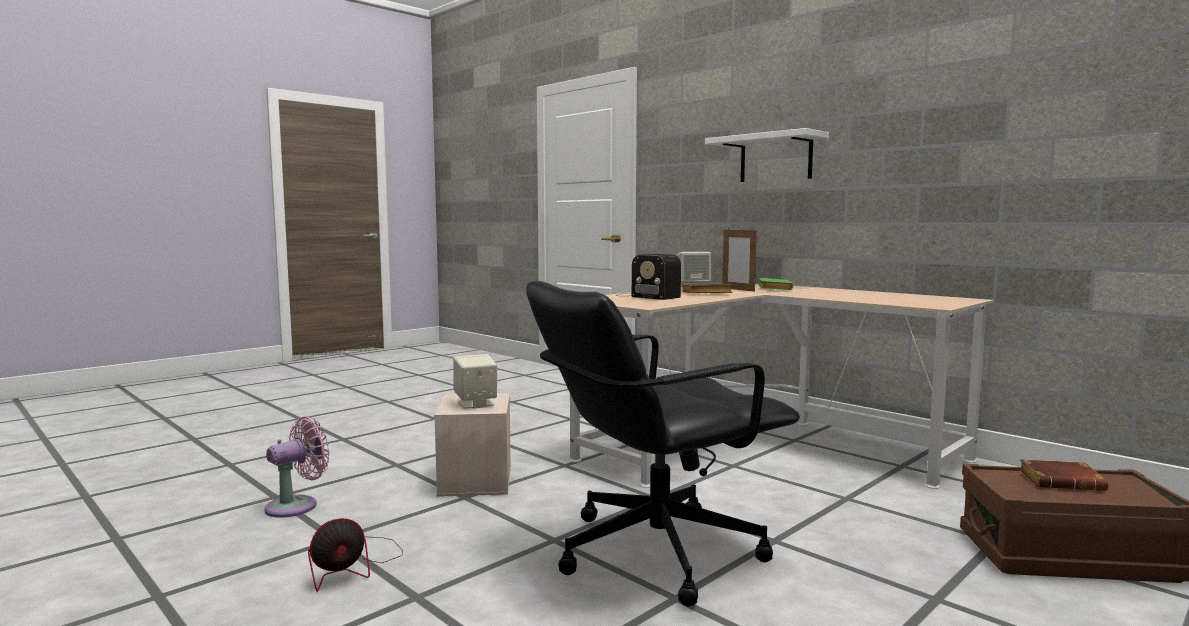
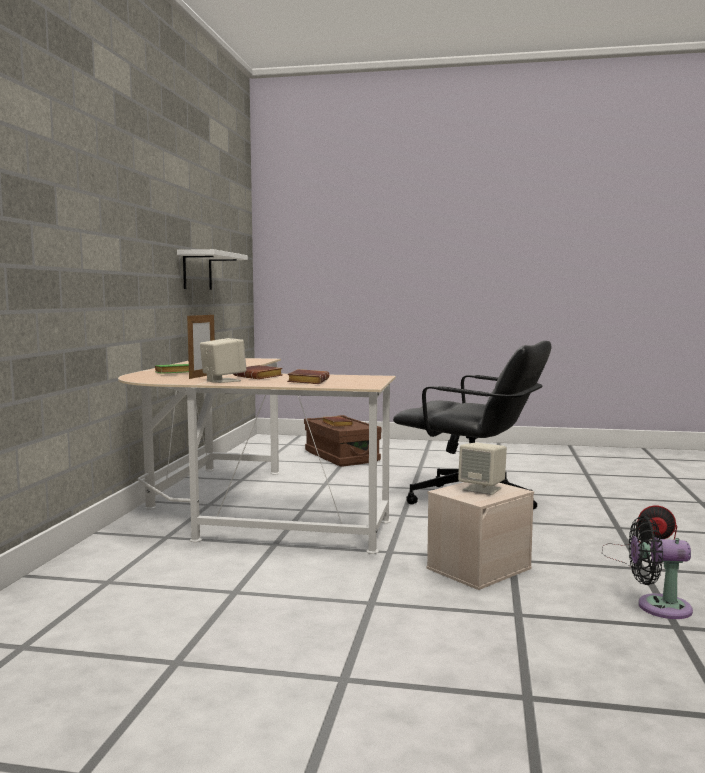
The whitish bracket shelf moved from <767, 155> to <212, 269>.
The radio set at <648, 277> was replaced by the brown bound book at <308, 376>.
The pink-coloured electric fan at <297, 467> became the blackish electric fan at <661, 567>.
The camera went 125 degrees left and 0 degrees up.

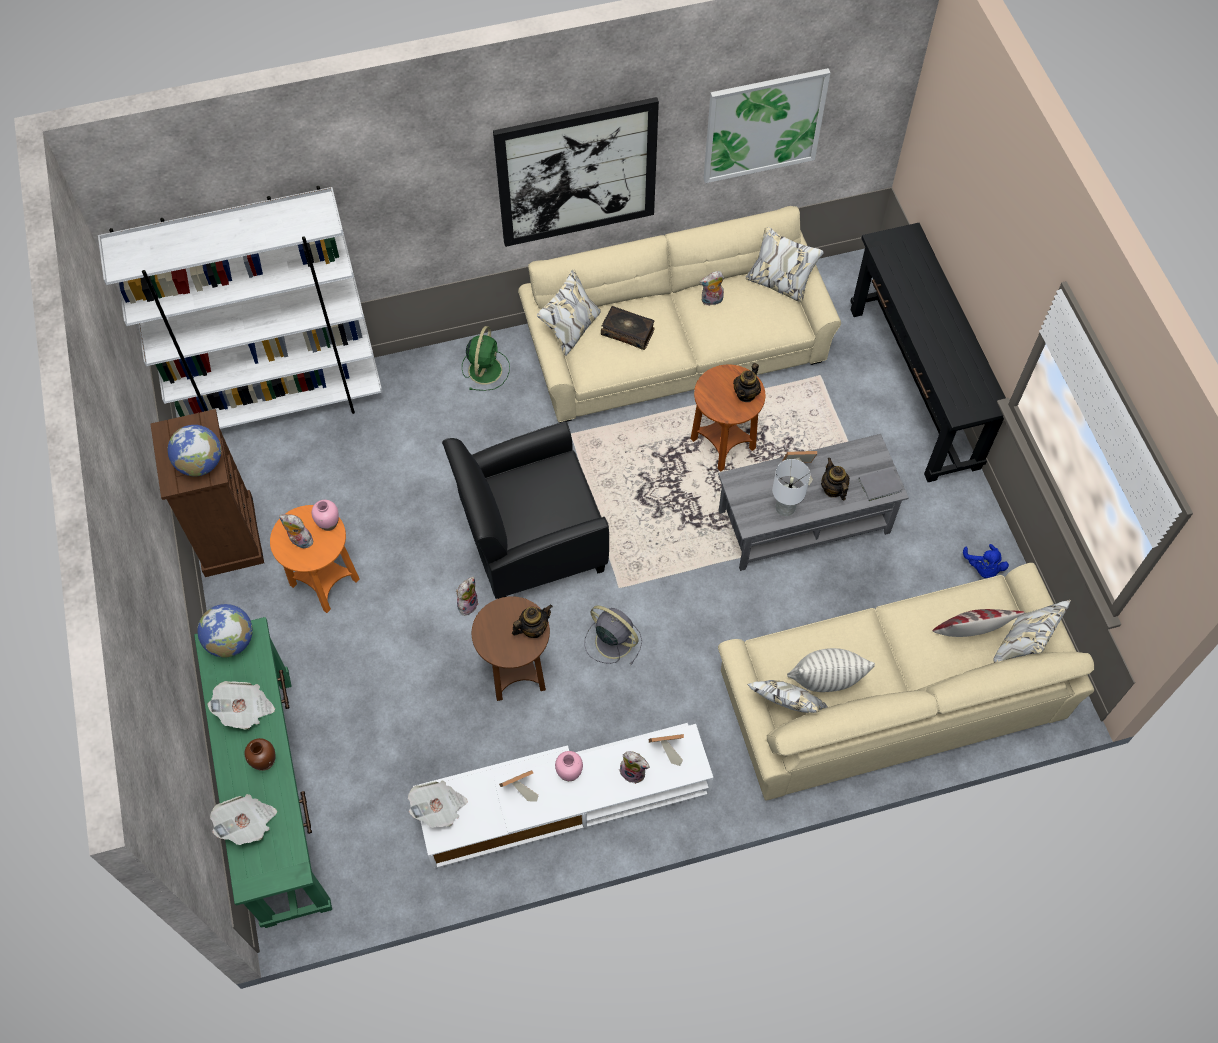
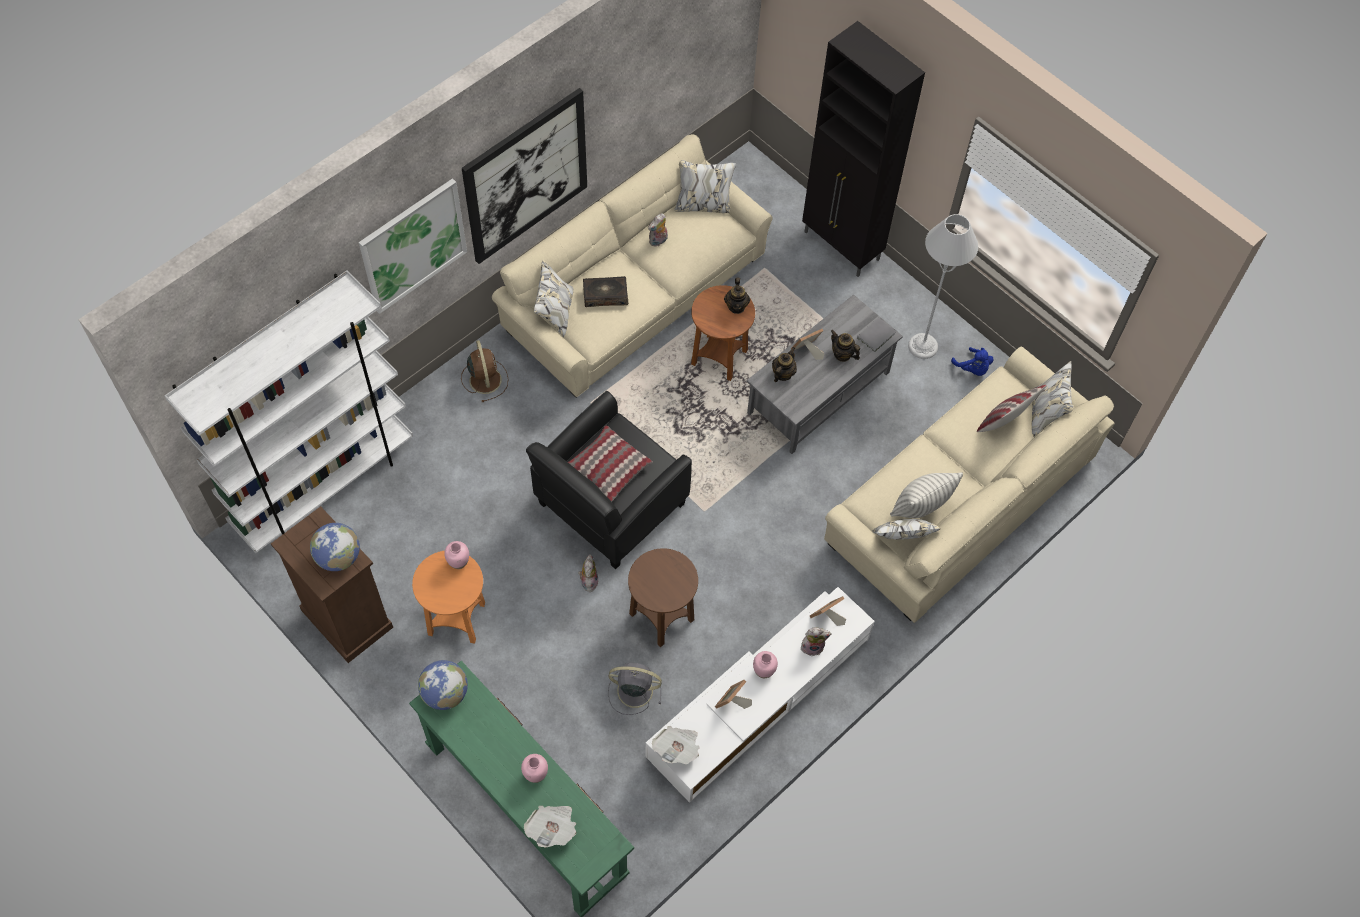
The daily paper at <241, 705> disappeared.
The soft toy at <296, 531> disappeared.
The whitish tabletop lamp at <791, 487> disappeared.
The throw pillow at <610, 463> appeared.
The gray standard lamp at <943, 286> appeared.
The teapot moved from <532, 621> to <784, 364>.
The gray electric fan moved from <613, 635> to <635, 689>.
The picture moved from <767, 125> to <413, 246>.
The blackish narrow table at <928, 352> was replaced by the blackish storage cabinet at <863, 149>.
The brown vase at <260, 754> became the pink-coloured vase at <534, 768>.
The greenish electric fan at <486, 358> became the brown electric fan at <484, 371>.
The camera went 30 degrees left and 0 degrees up.

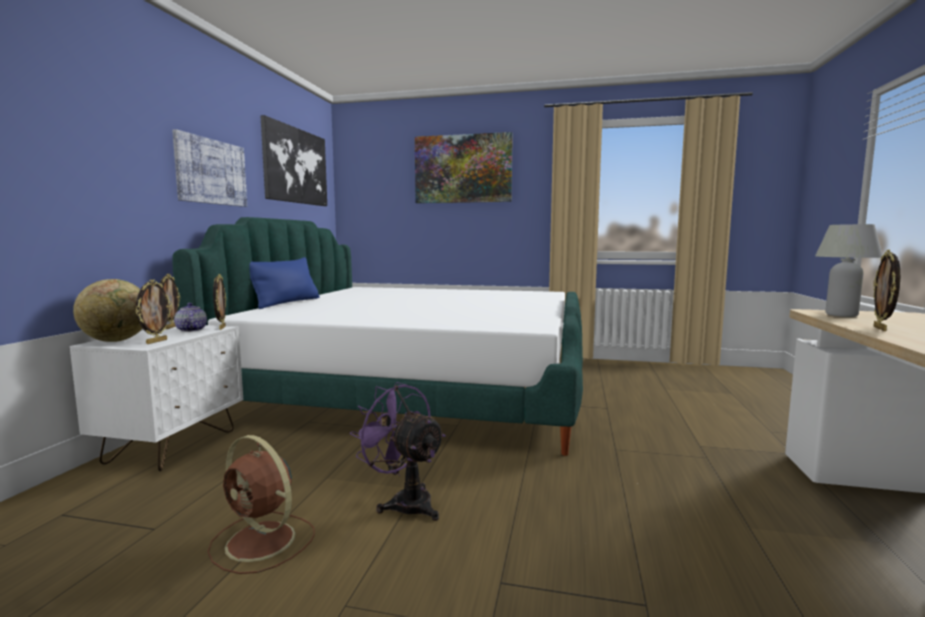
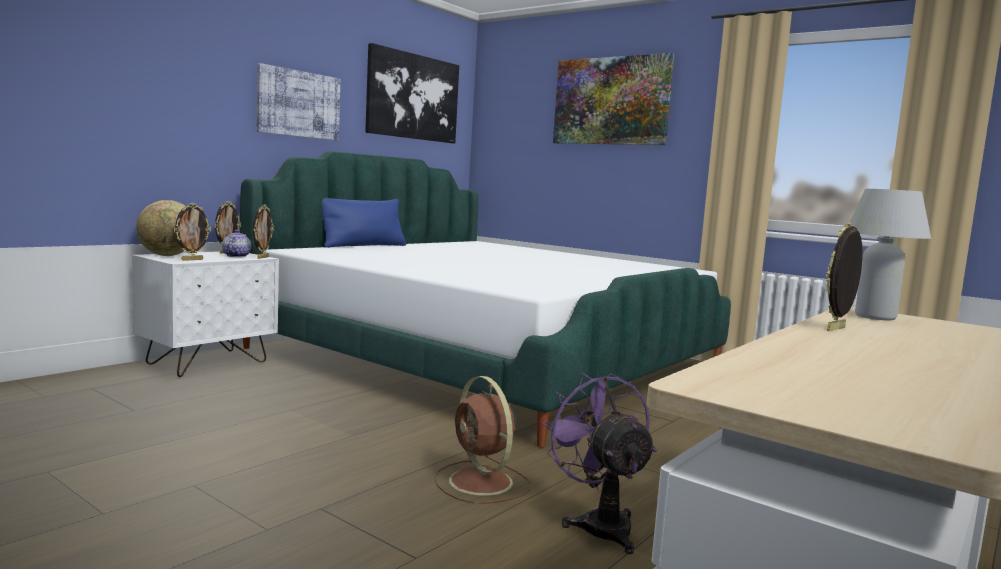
The brown electric fan moved from <261, 504> to <483, 440>.
The purple electric fan moved from <398, 451> to <599, 463>.
The camera went 25 degrees right and 0 degrees up.

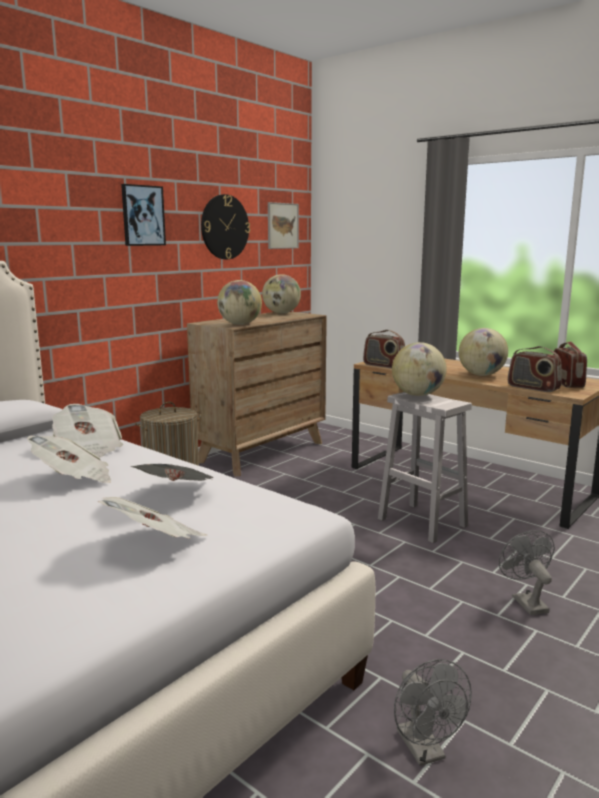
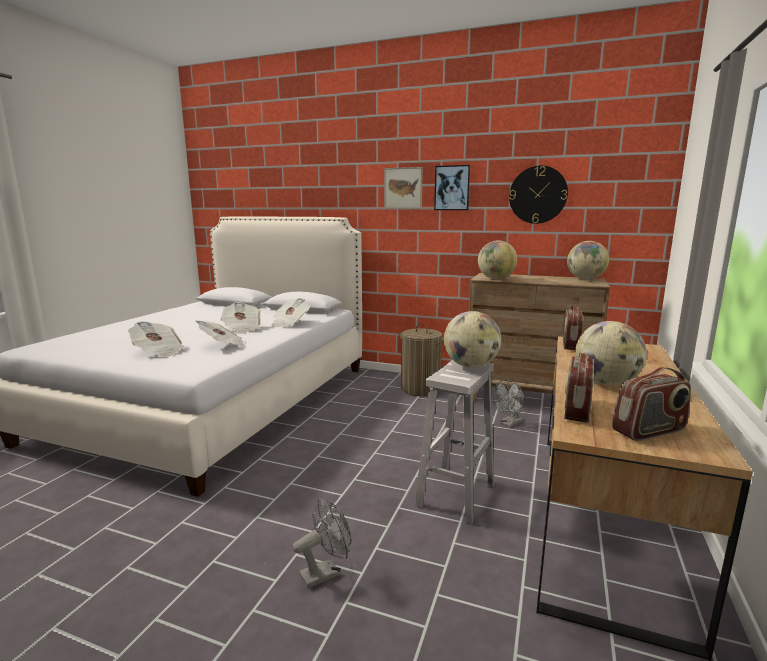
The picture moved from <283, 225> to <403, 188>.
The gray electric fan moved from <433, 712> to <508, 403>.
The camera went 70 degrees right and 0 degrees up.

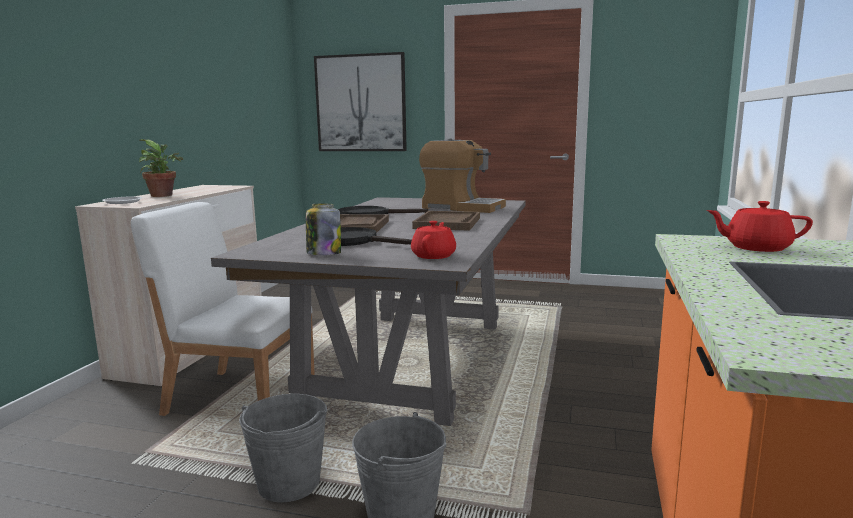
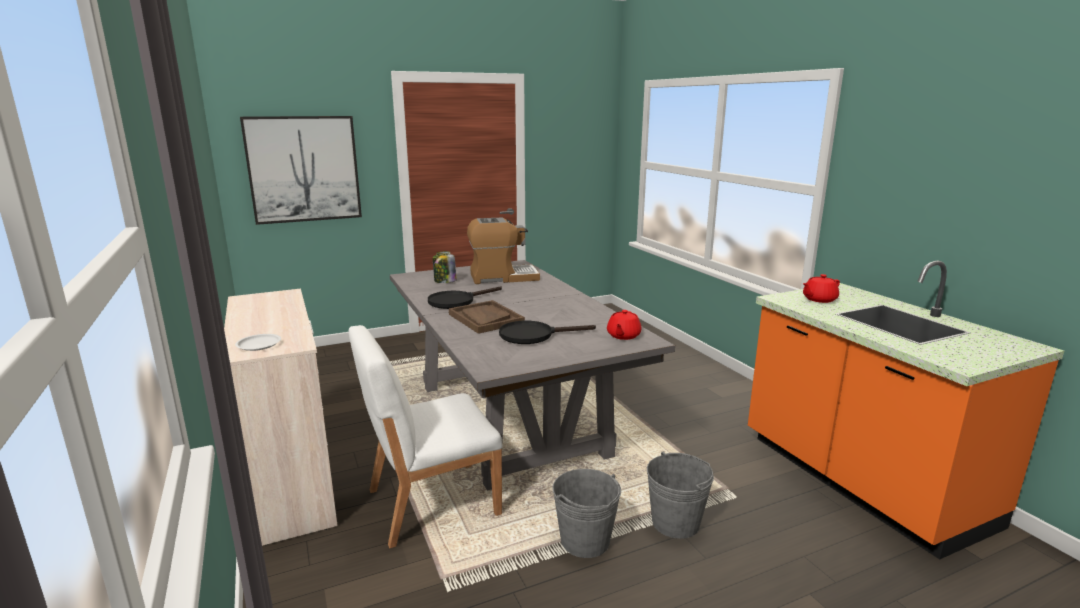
The plant in a pot at <161, 168> disappeared.
The brown tray at <446, 221> disappeared.
The preserve jar moved from <323, 229> to <445, 267>.
The reddish teapot at <433, 240> turned 135 degrees counterclockwise.
The camera went 40 degrees left and 5 degrees up.

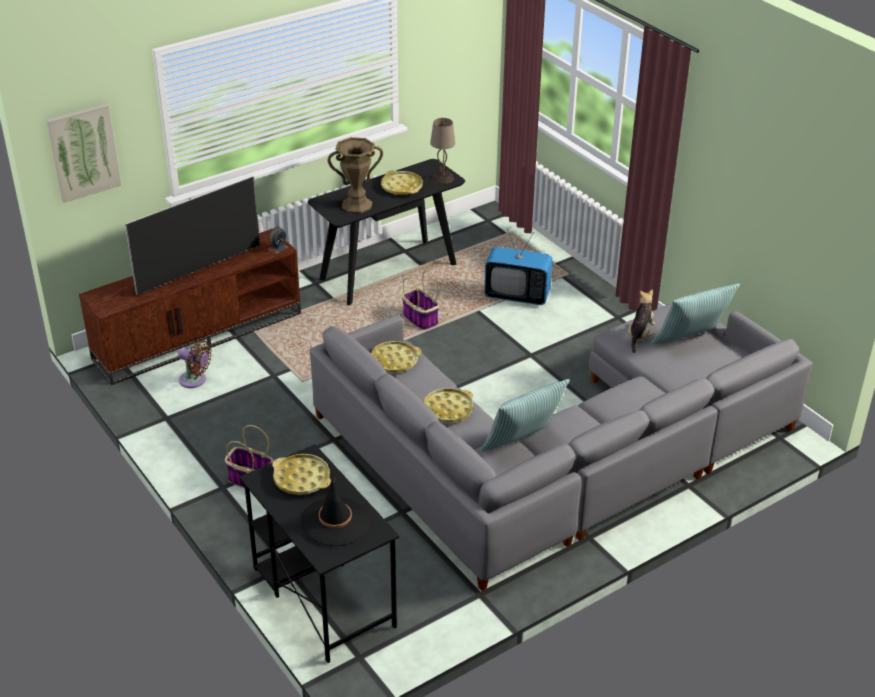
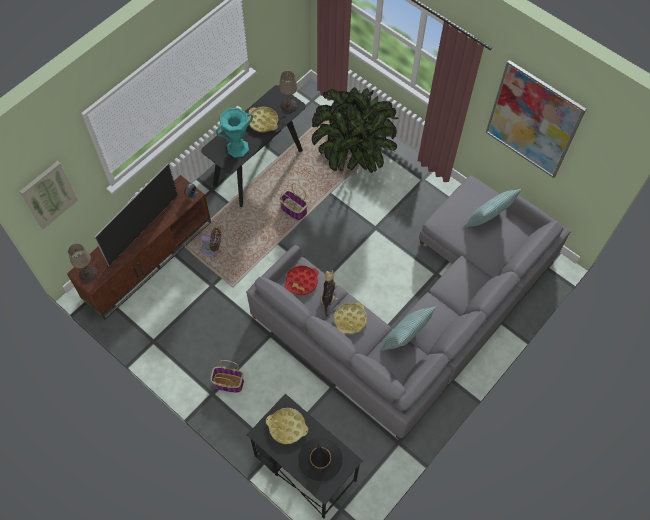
The beige tabletop lamp at <83, 263> appeared.
The picture at <536, 119> appeared.
The brown electric fan moved from <195, 364> to <210, 242>.
The soft toy moved from <642, 321> to <329, 293>.
The television at <518, 267> was replaced by the plant in a pot at <355, 131>.
The brown vase at <355, 175> became the turquoise vase at <234, 133>.
The yellowish tray at <396, 357> became the reddish tray at <301, 280>.
The camera went 15 degrees left and 25 degrees up.

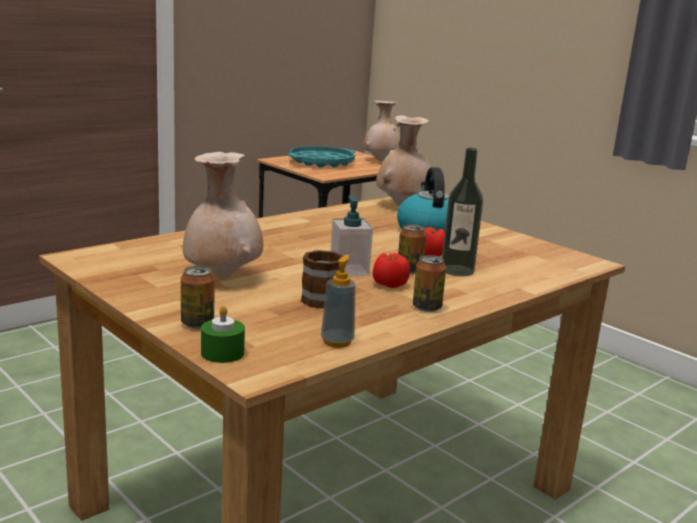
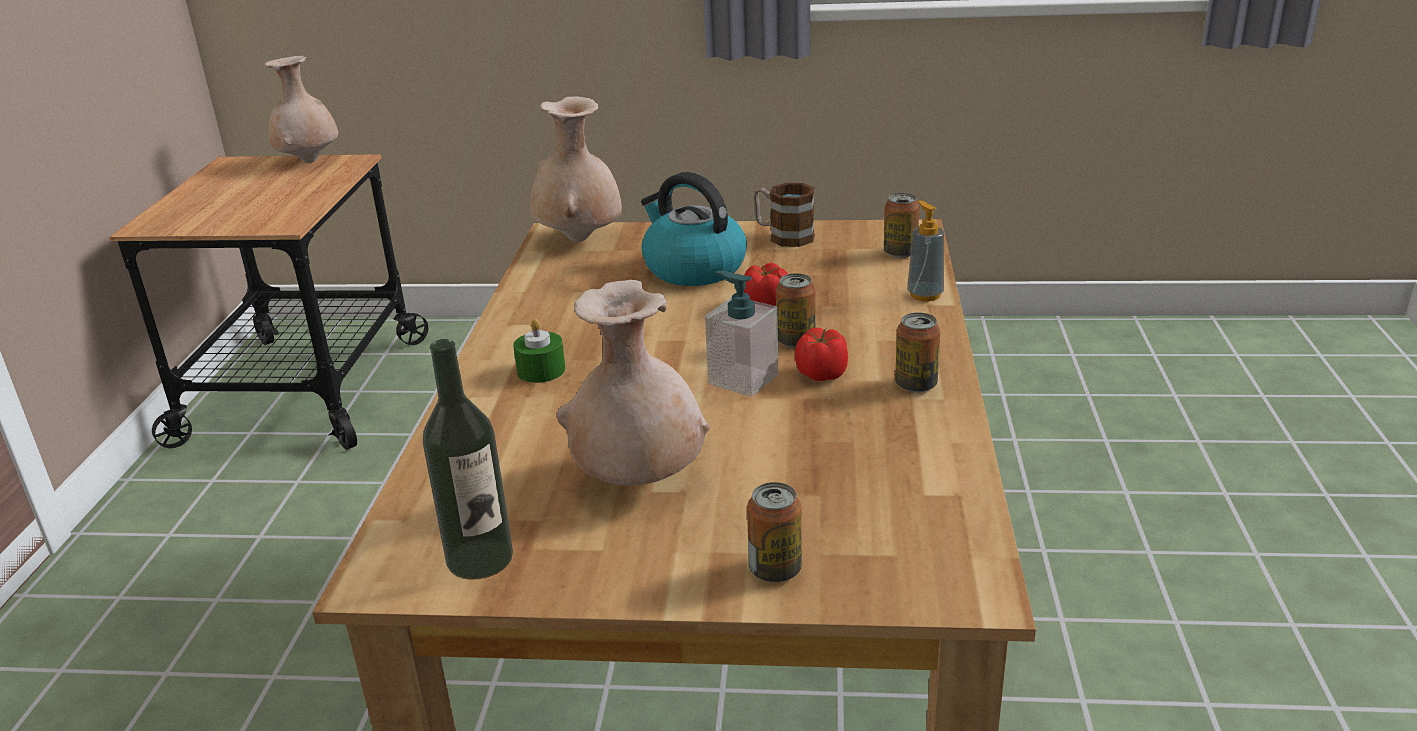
The turquoise tray at <321, 157> disappeared.
The sealed can at <901, 225> appeared.
The greenish candle moved from <223, 334> to <539, 351>.
The mug moved from <322, 279> to <784, 215>.
The liquid soap bottle moved from <338, 301> to <925, 251>.
The bottle moved from <462, 212> to <468, 459>.
The camera went 40 degrees left and 10 degrees up.

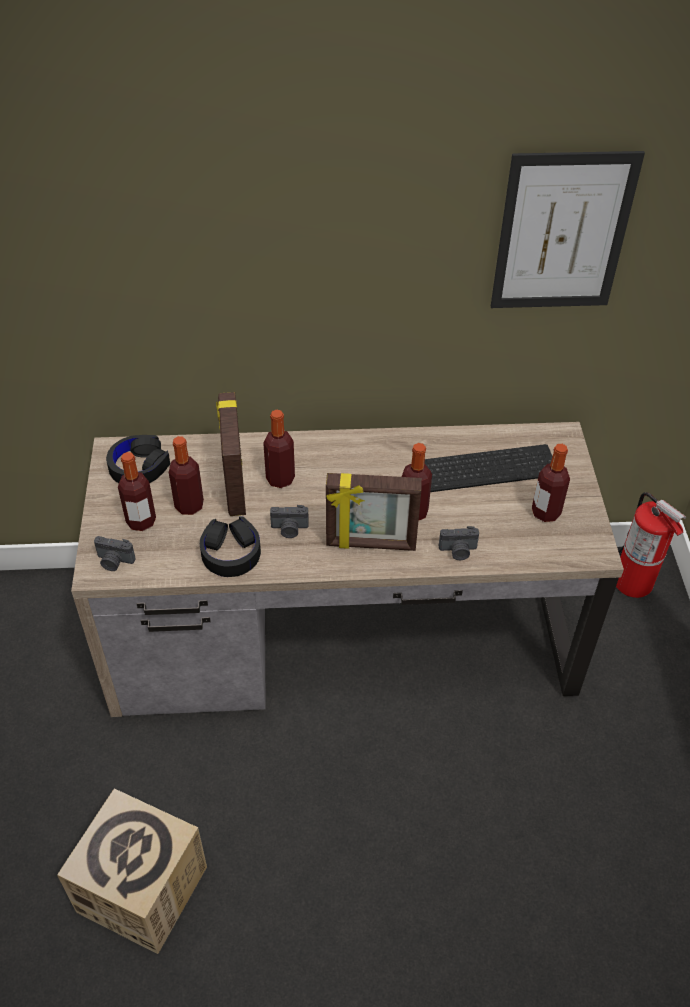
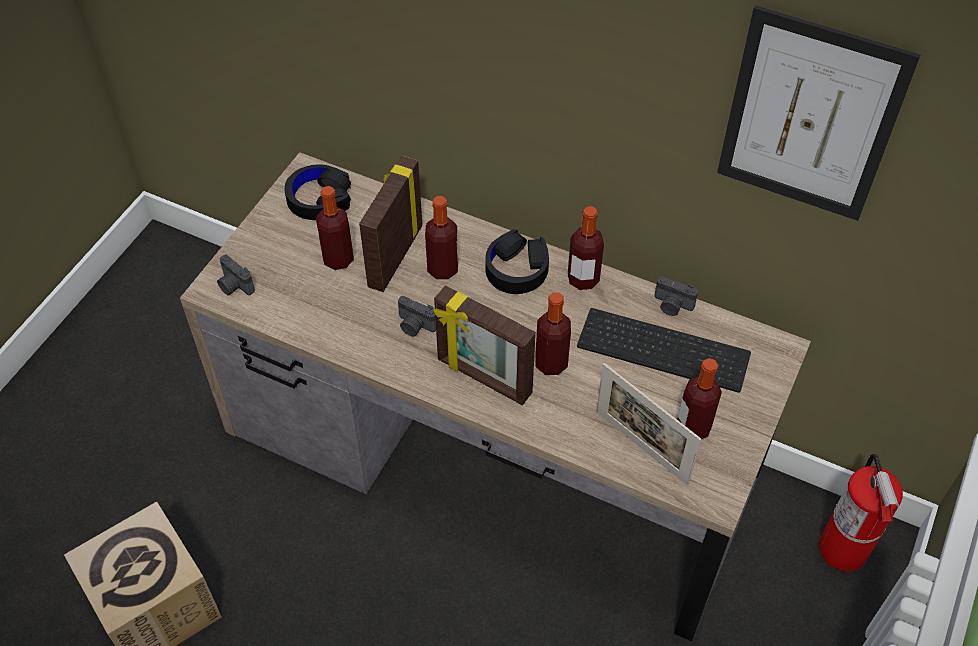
The standing frame at <649, 424> appeared.
The bottle moved from <137, 491> to <586, 248>.
The blackish headset moved from <230, 546> to <517, 261>.
The photo camera moved from <459, 543> to <676, 296>.
The camera went 30 degrees right and 5 degrees up.

